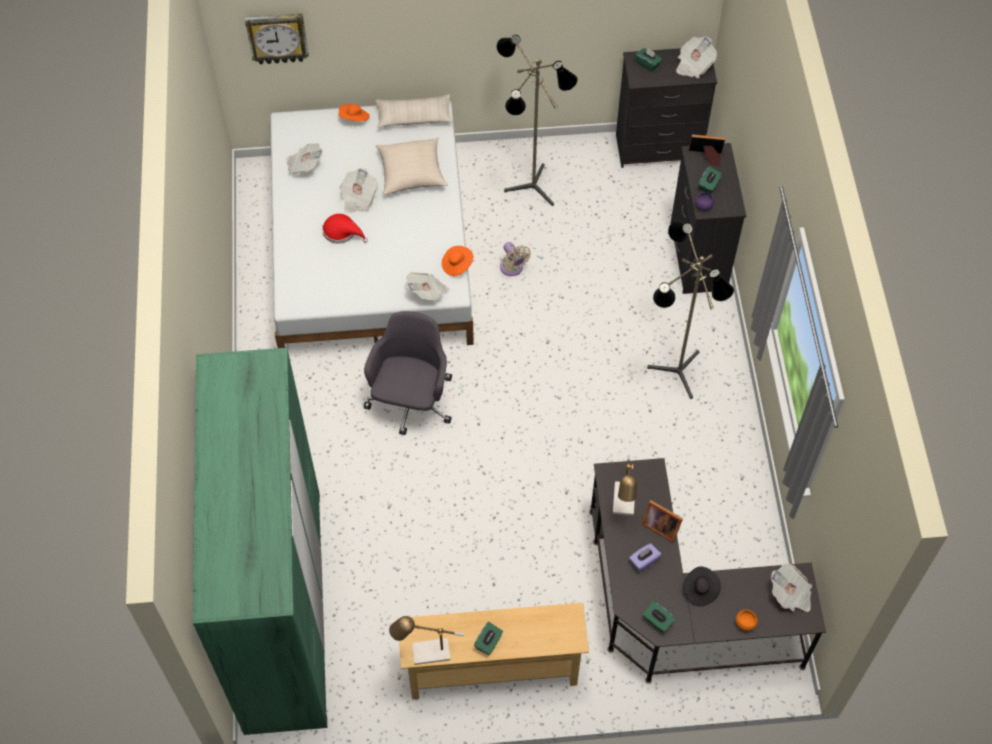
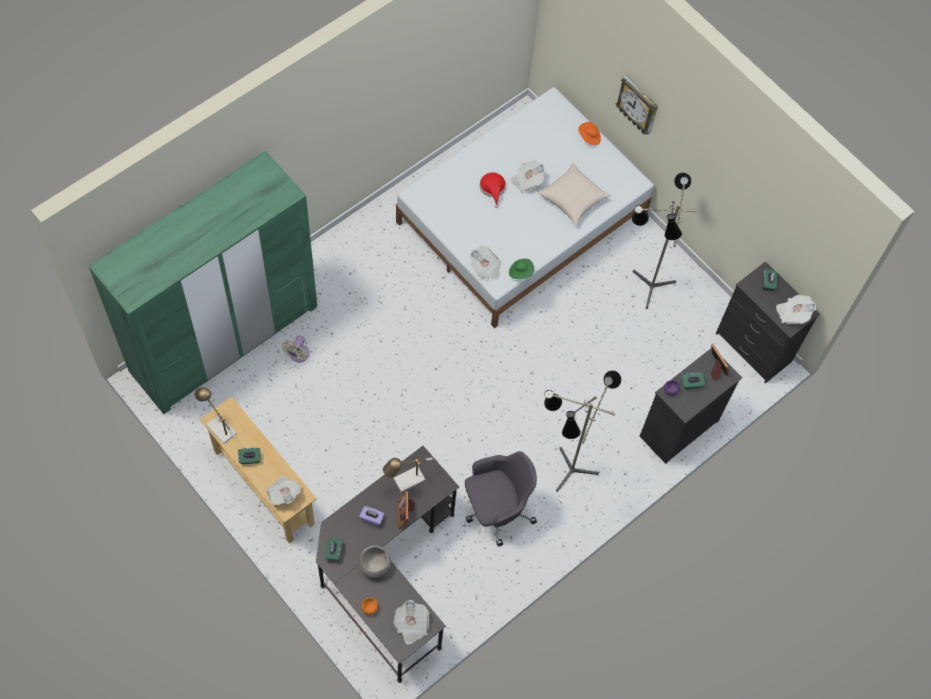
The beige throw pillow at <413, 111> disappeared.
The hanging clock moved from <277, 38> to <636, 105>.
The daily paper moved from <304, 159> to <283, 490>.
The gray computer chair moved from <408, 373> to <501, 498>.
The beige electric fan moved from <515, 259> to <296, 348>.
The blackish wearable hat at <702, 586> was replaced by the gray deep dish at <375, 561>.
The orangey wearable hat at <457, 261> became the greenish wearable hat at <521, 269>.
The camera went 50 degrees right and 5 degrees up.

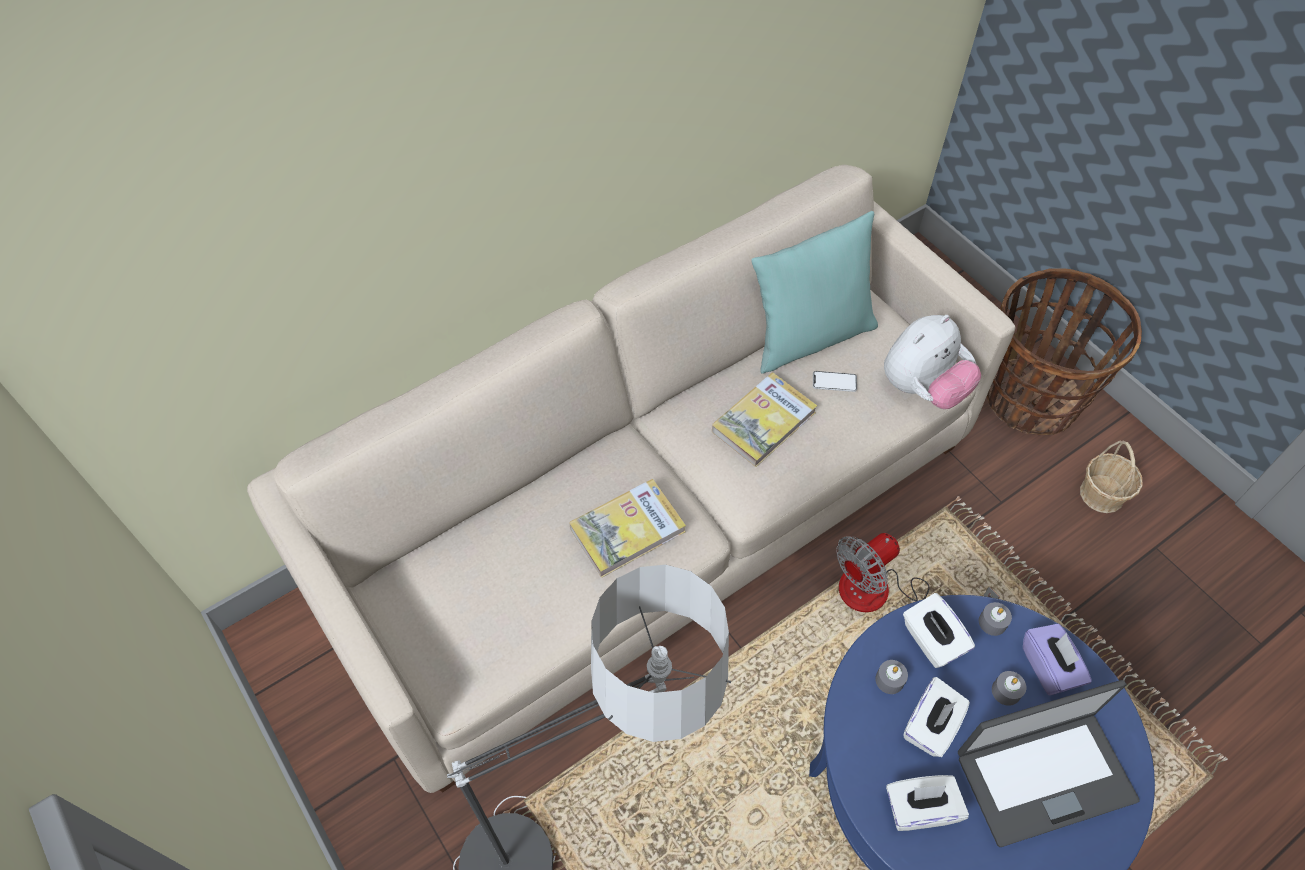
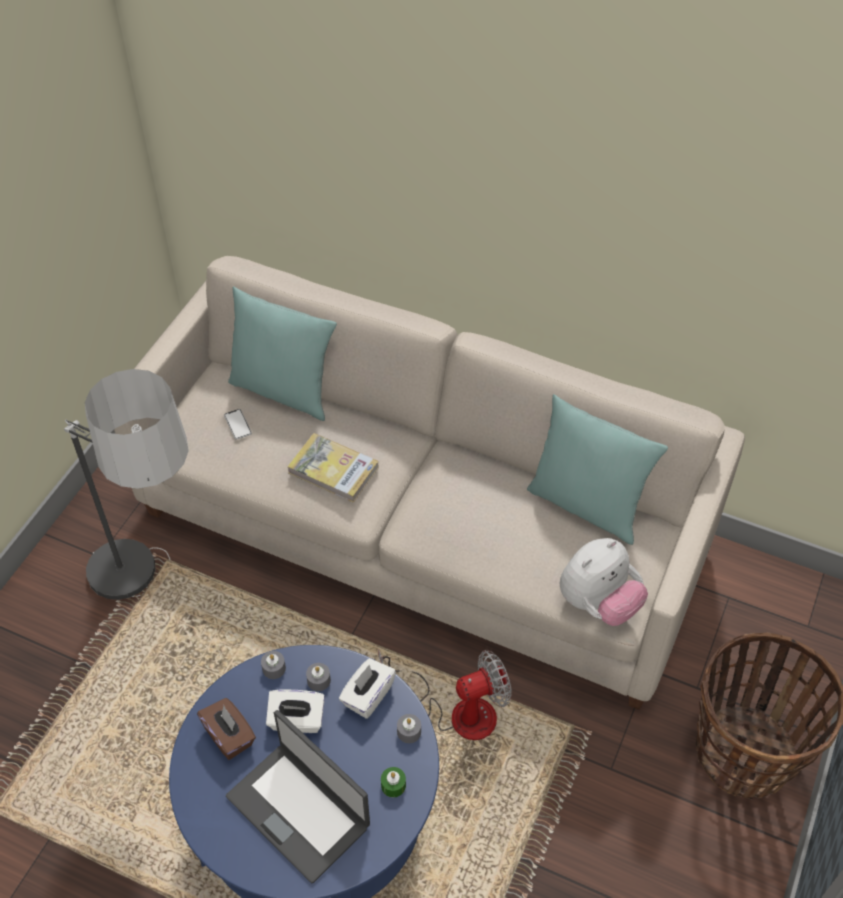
The bound book at <764, 419> disappeared.
The household basket at <1111, 477> disappeared.
The turquoise throw pillow at <282, 353> appeared.
The phone moved from <835, 381> to <238, 424>.
The gray candle moved from <1009, 688> to <273, 665>.
The purple box of tissues at <1057, 660> was replaced by the greenish candle at <393, 782>.
The whitish box of tissues at <927, 803> became the brown box of tissues at <226, 729>.
The electric fan at <917, 572> turned 135 degrees clockwise.
The soft toy at <932, 362> turned 60 degrees counterclockwise.
The camera went 60 degrees right and 5 degrees down.

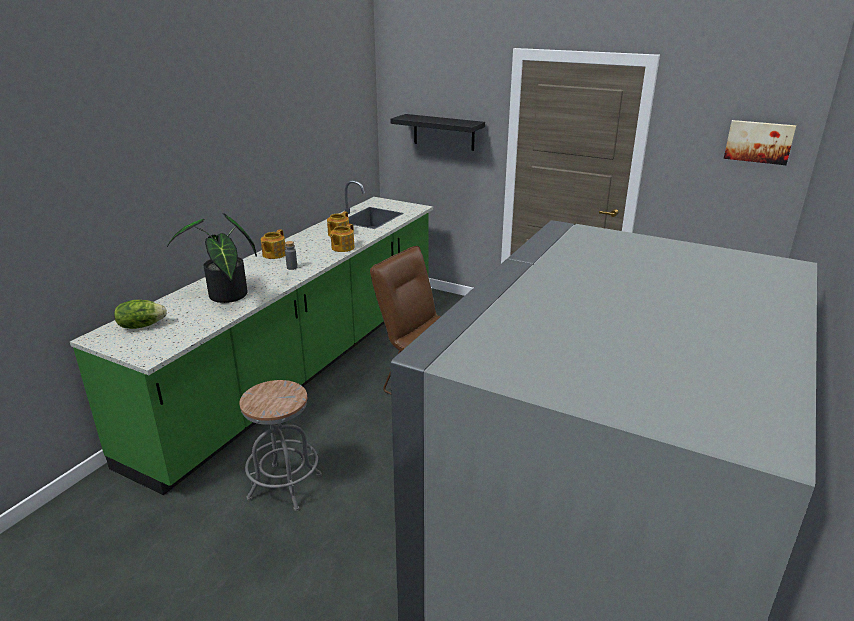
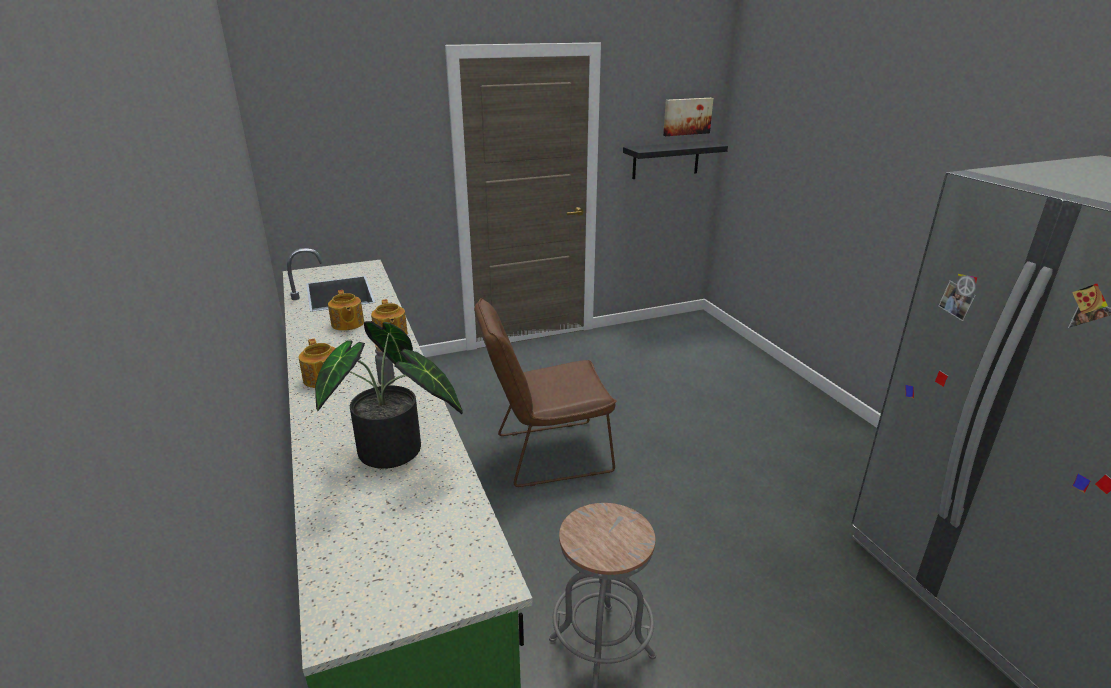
The head of lettuce at <140, 314> disappeared.
The blackish bracket shelf moved from <437, 132> to <675, 160>.
The camera went 50 degrees left and 0 degrees up.

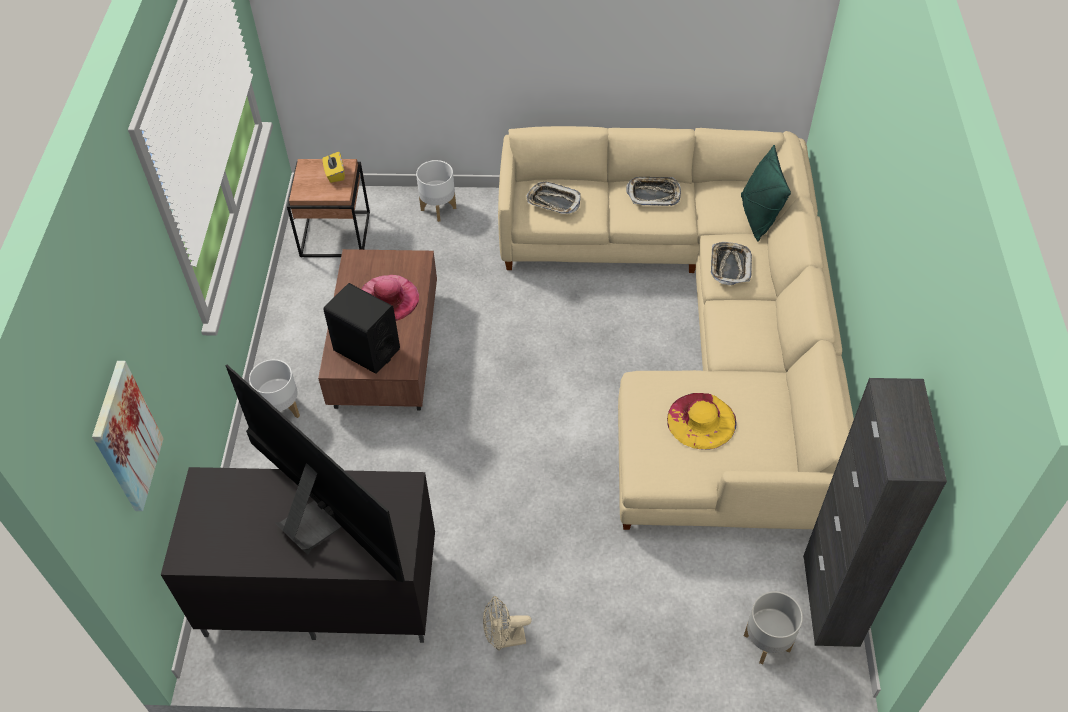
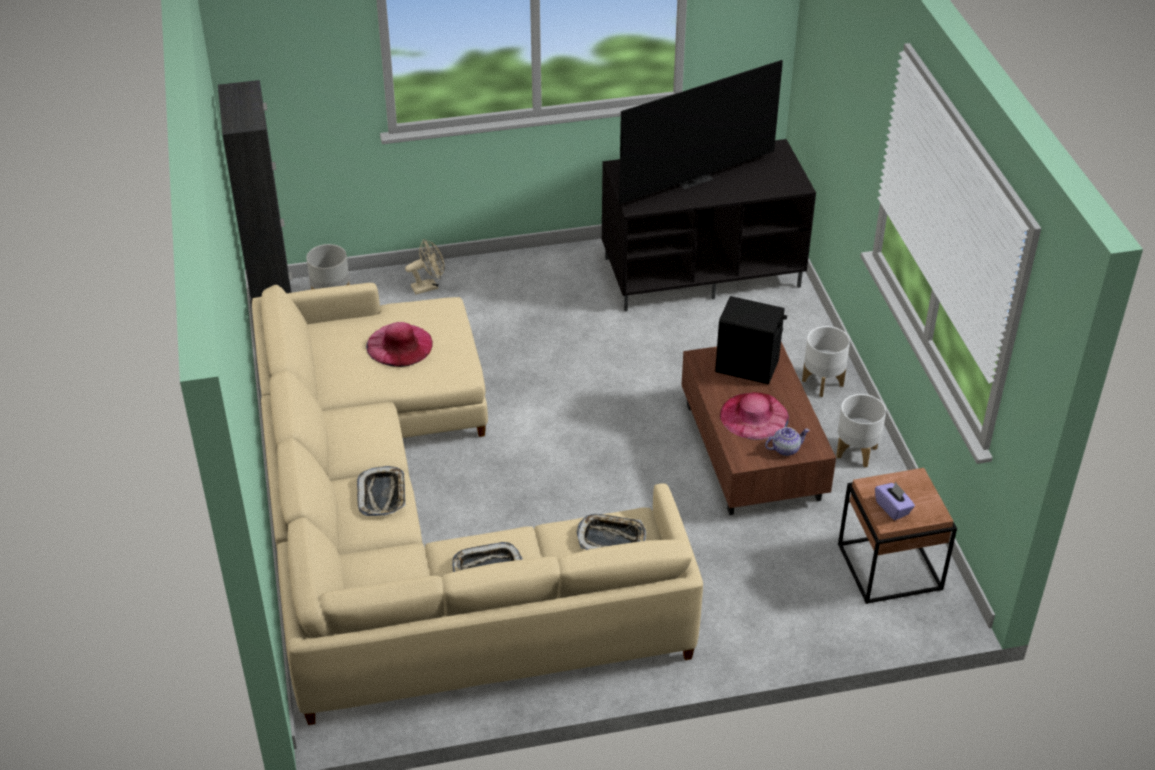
The picture at <128, 436> disappeared.
The greenish throw pillow at <766, 193> disappeared.
The teapot at <787, 441> appeared.
The whitish planter moved from <436, 191> to <861, 431>.
The beige electric fan moved from <507, 623> to <425, 266>.
The yellowish box of tissues at <334, 167> became the purple box of tissues at <895, 501>.
The yellowish wearable hat at <701, 421> became the pink-coloured wearable hat at <399, 344>.
The television at <315, 473> turned 60 degrees counterclockwise.
The camera went 165 degrees right and 10 degrees down.

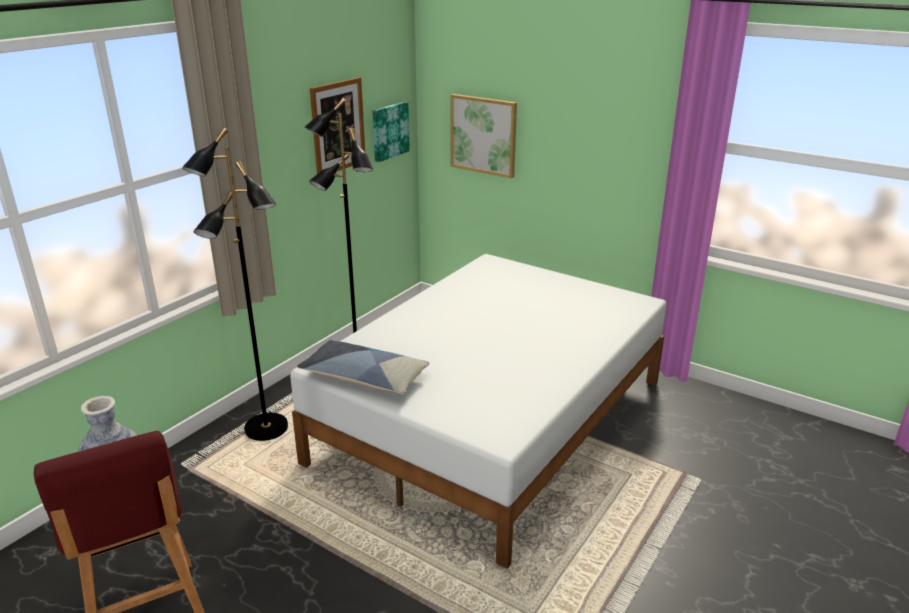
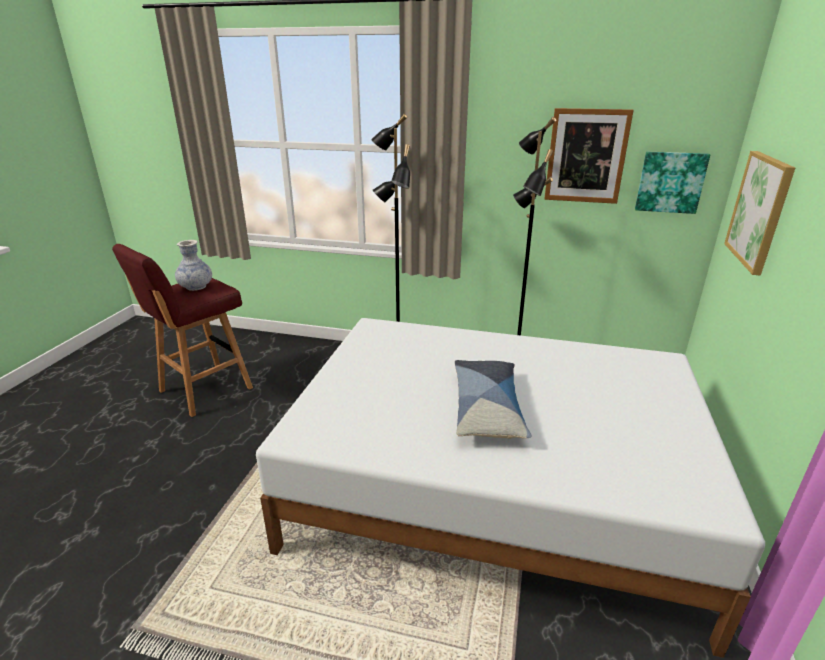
The throw pillow moved from <363, 367> to <493, 399>.
The camera went 70 degrees right and 0 degrees up.

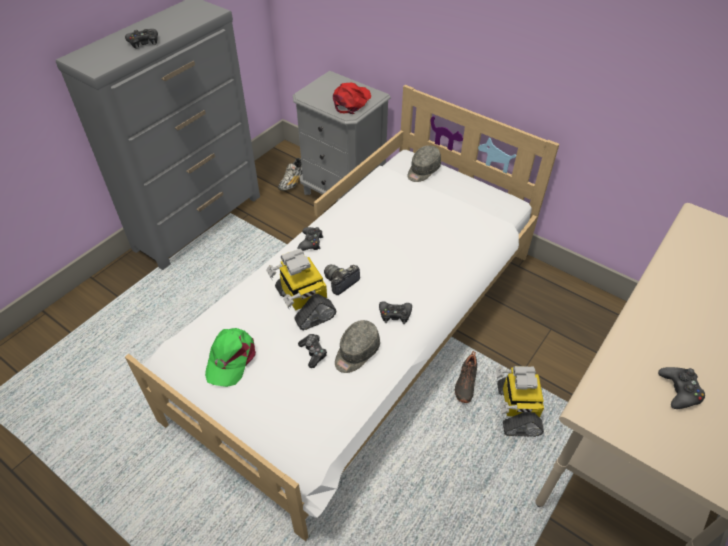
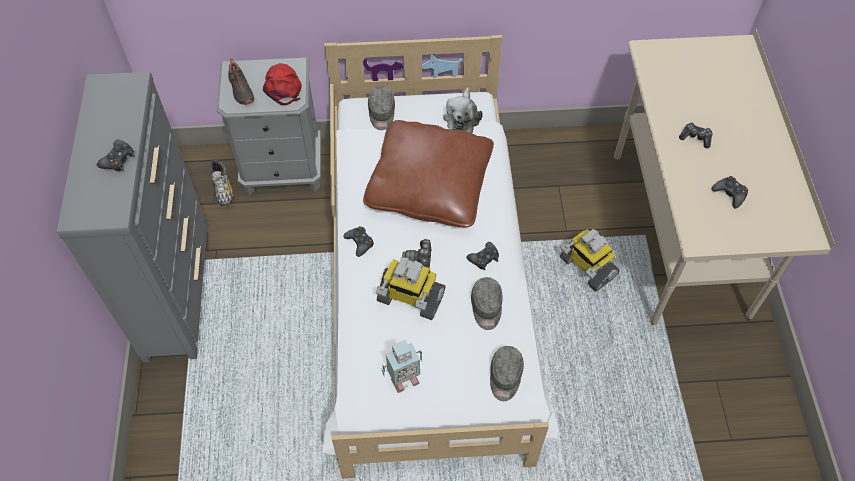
The brown throw pillow at <428, 173> appeared.
The soft toy at <463, 110> appeared.
The gray cap at <507, 373> appeared.
The gamepad moved from <312, 351> to <695, 135>.
The blackish item of footwear moved from <466, 377> to <241, 81>.
The greenish cap at <230, 357> was replaced by the toy robot at <402, 366>.
The camera went 40 degrees left and 10 degrees up.

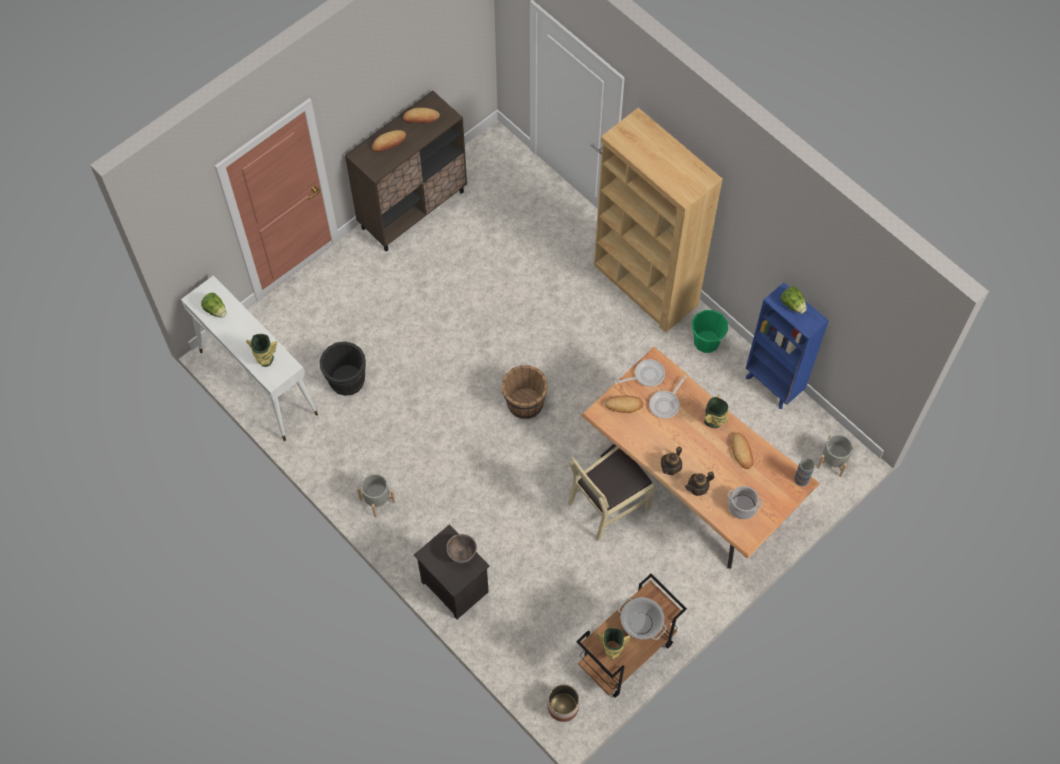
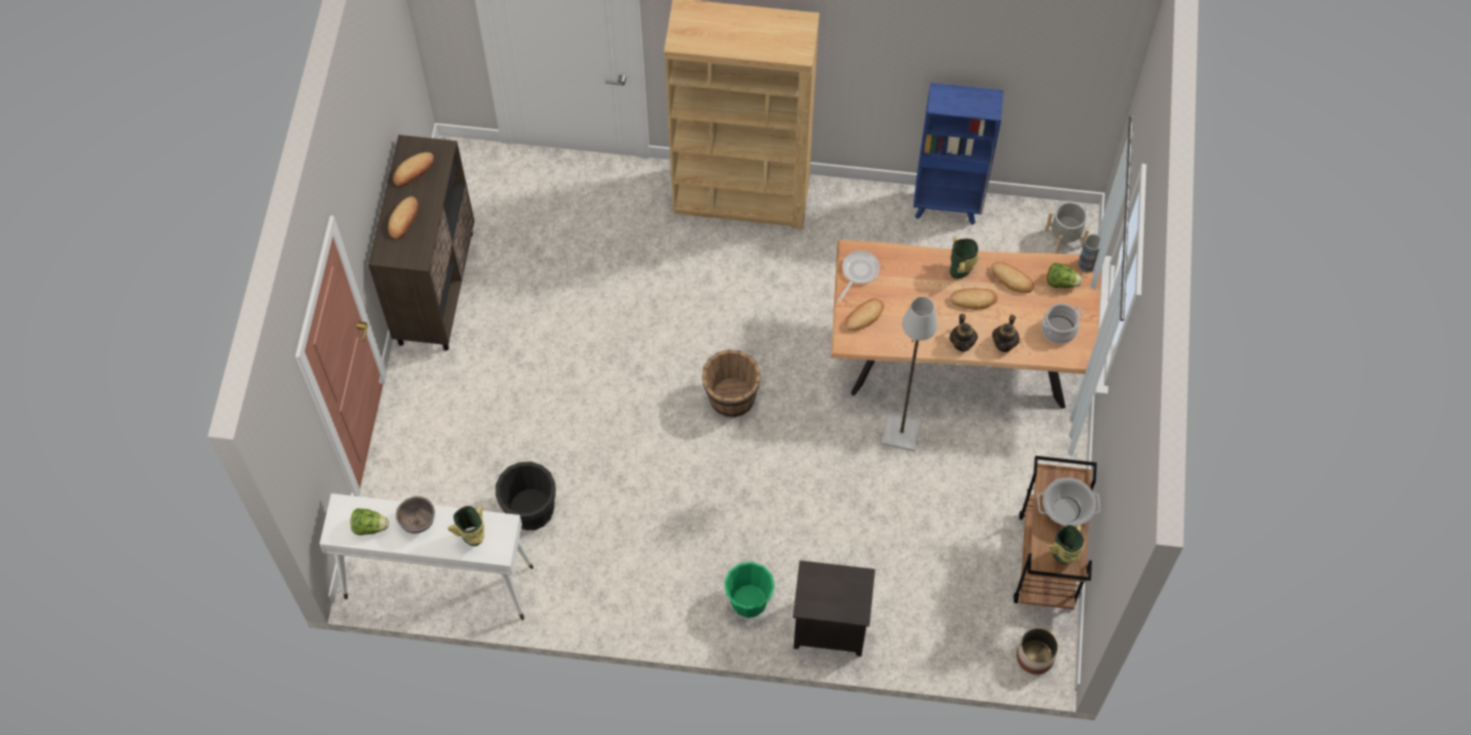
The gray planter at <376, 495> disappeared.
The pan at <668, 397> disappeared.
The bakery bread at <973, 299> appeared.
The brown deep dish moved from <461, 548> to <415, 515>.
The greenish pail moved from <710, 331> to <750, 590>.
The head of lettuce moved from <794, 300> to <1064, 275>.
The beige plain chair at <611, 493> was replaced by the gray standard lamp at <910, 374>.
The camera went 40 degrees left and 0 degrees up.

